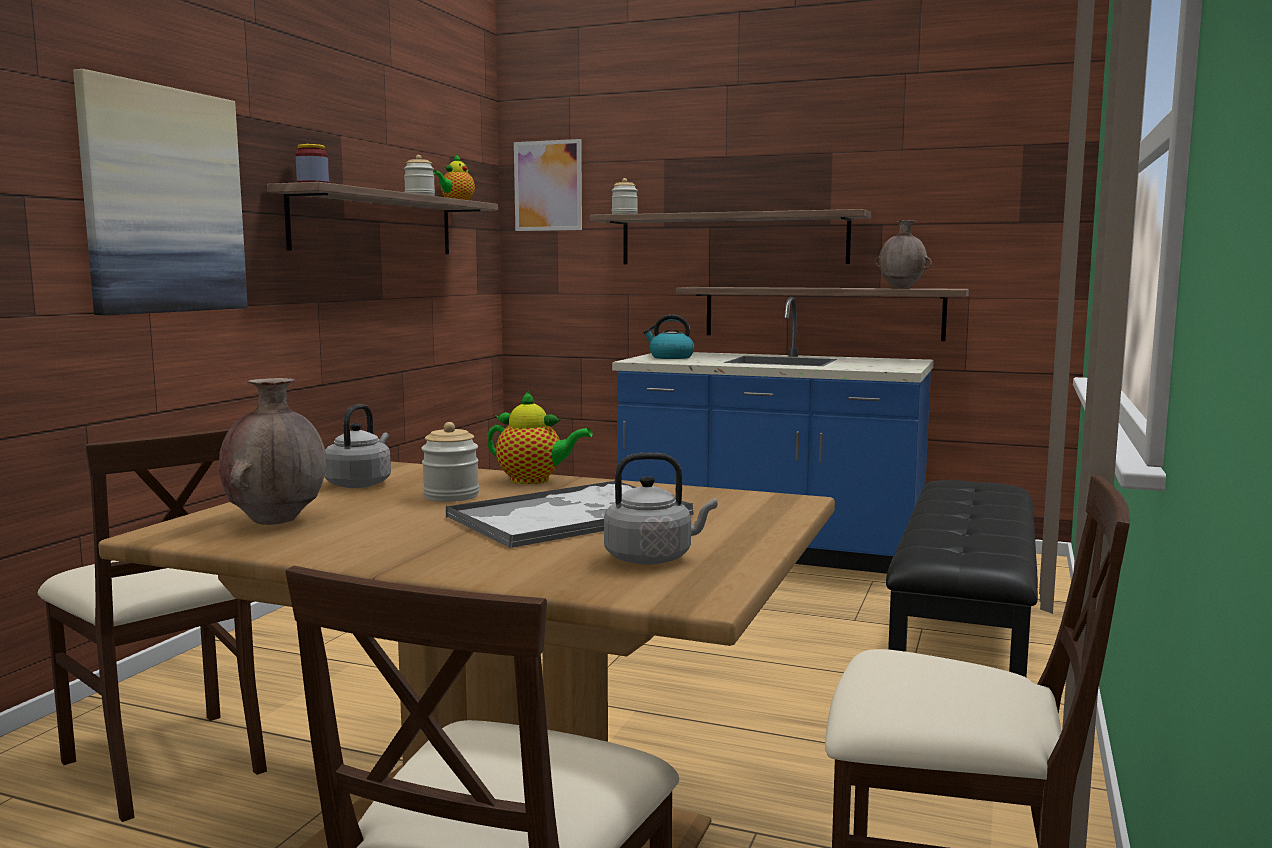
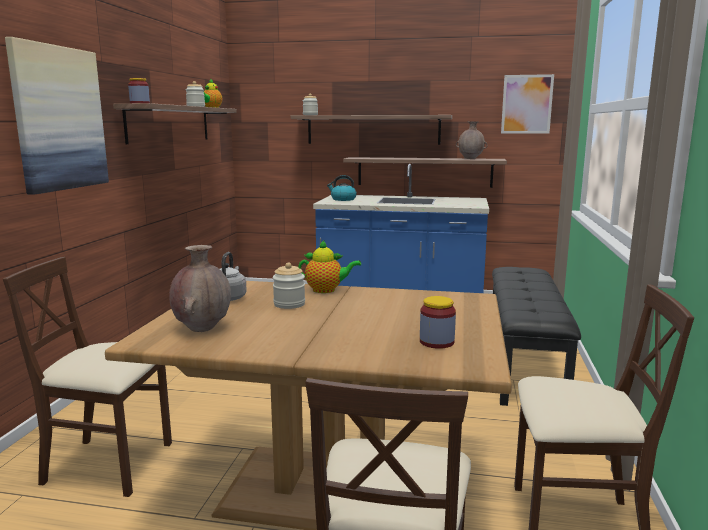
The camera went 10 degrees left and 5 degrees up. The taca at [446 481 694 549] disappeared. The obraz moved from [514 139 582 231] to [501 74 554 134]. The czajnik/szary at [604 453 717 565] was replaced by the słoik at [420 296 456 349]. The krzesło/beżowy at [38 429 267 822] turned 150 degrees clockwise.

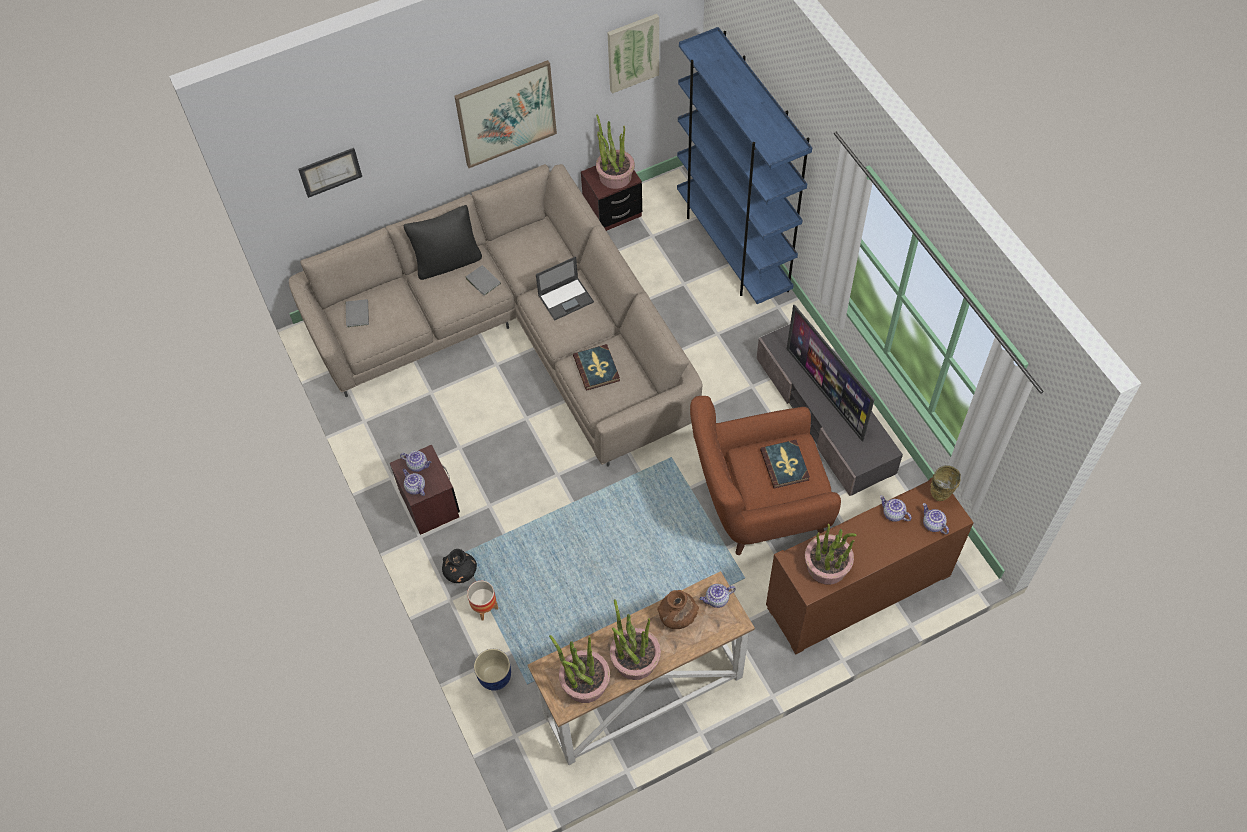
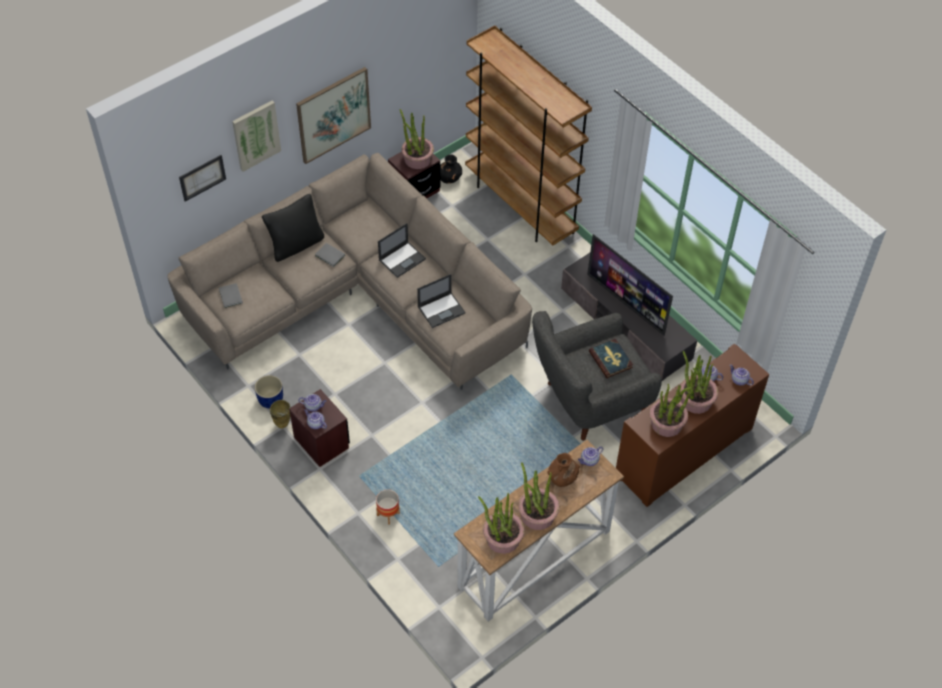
The camera went 15 degrees left and 5 degrees down. The roślina doniczkowa at [680 351 718 414] appeared. The wazon/czarny moved from [442 549 477 583] to [440 154 462 184]. The donica/niebieski moved from [474 649 511 690] to [255 375 283 408]. The obraz moved from [607 14 659 94] to [232 100 281 172]. The wazon/beżowy moved from [930 465 961 501] to [270 400 290 429]. The książka at [573 344 620 390] was replaced by the laptop at [417 274 466 328]. The regał/niebieski at [677 27 812 304] became the regał/brązowy at [465 25 592 245]. The fotel/brązowy at [690 396 841 555] became the fotel/szary at [532 311 662 441].

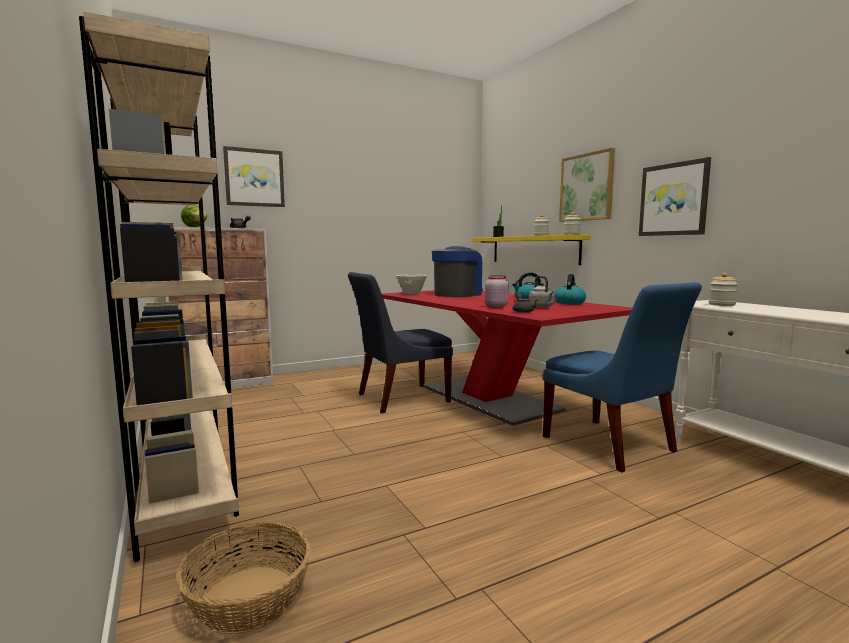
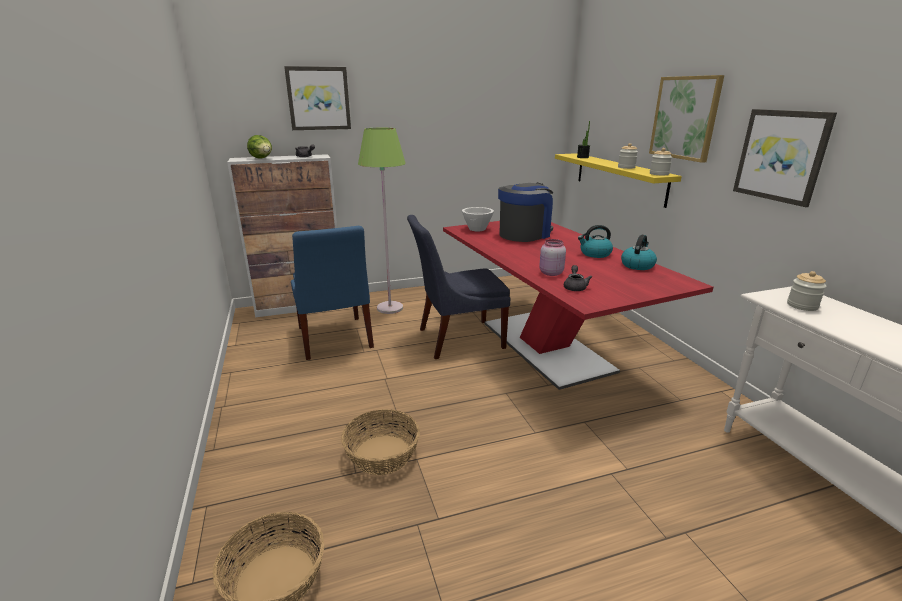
The camera went 10 degrees right and 15 degrees up. The regał/beżowy at [79 11 239 562] disappeared. The czajnik/szary at [529 276 555 308] disappeared. The koszyk at [341 409 420 475] appeared. The lampa stojąca/zielony at [358 128 406 314] appeared. The krzesło/niebieski moved from [543 282 702 472] to [291 226 374 360].

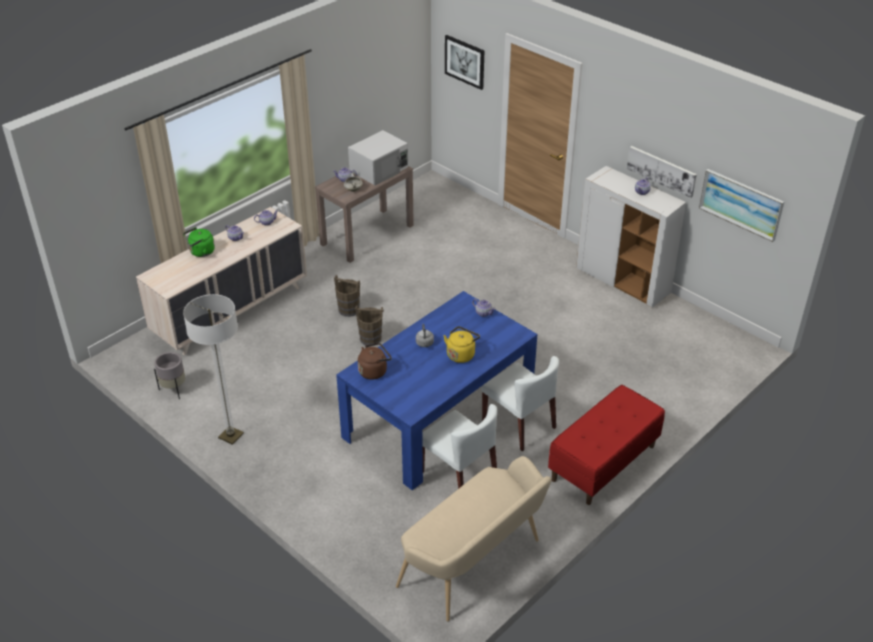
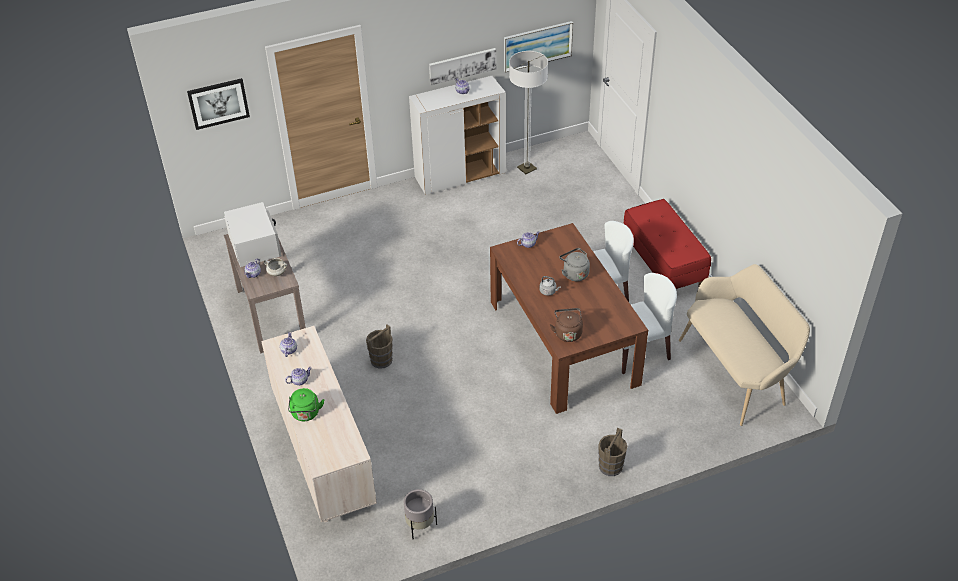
The camera went 65 degrees left and 5 degrees up. The lampa stojąca moved from [183 294 244 445] to [509 51 548 174]. The wiadro/brązowy moved from [355 306 384 345] to [598 428 627 476]. The stół jadalny/niebieski at [336 291 537 490] became the stół jadalny/brązowy at [490 223 648 414]. The czajnik/żółty at [444 326 480 363] became the czajnik/szary at [560 248 590 281].

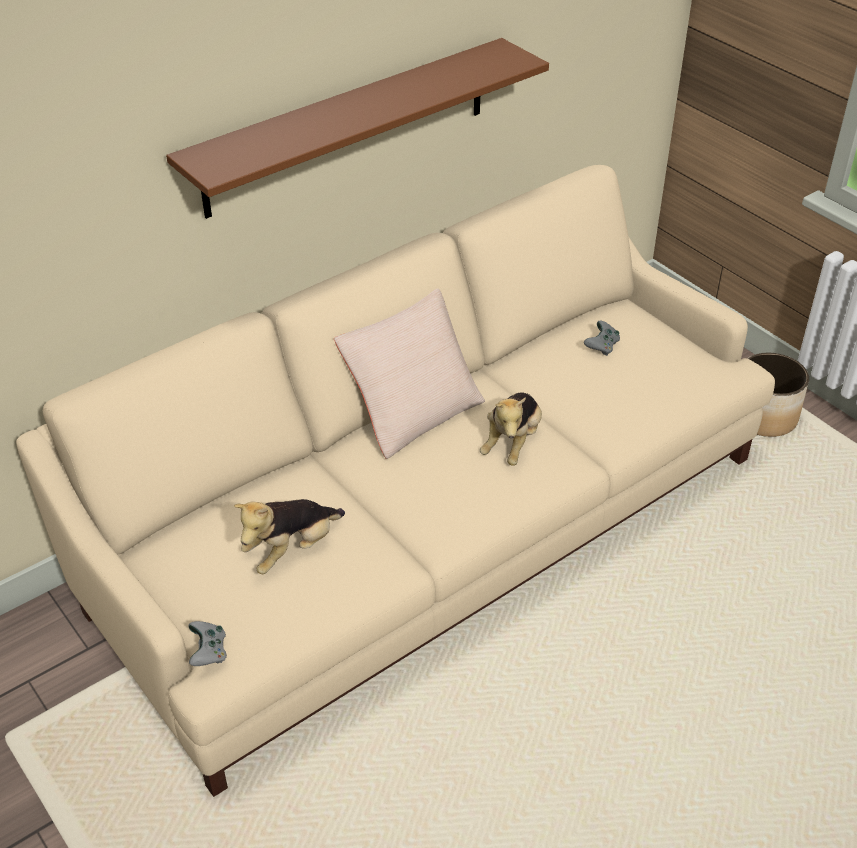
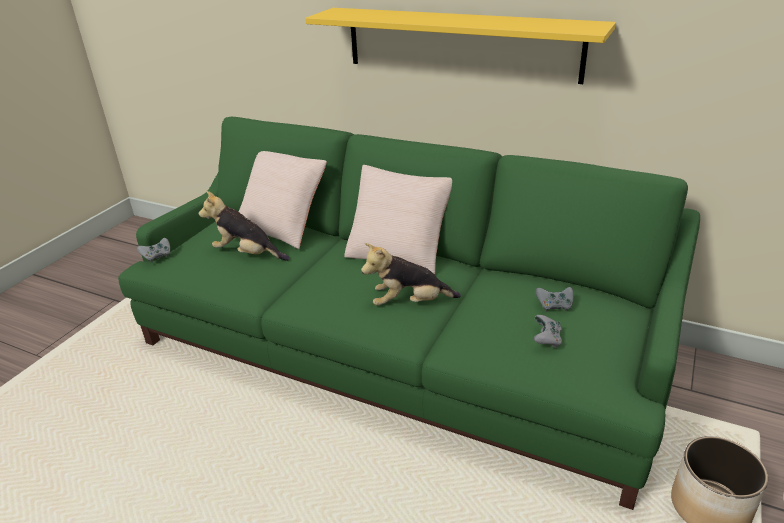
The camera went 65 degrees right and 10 degrees down. The poduszka/beżowy at [239 151 327 249] appeared. The pad do gier/szary at [534 315 562 348] appeared. The kanapa/beżowy at [16 165 775 797] became the kanapa/zielony at [118 117 700 510]. The półka/brązowy at [166 38 549 219] became the półka/żółty at [305 8 616 84].

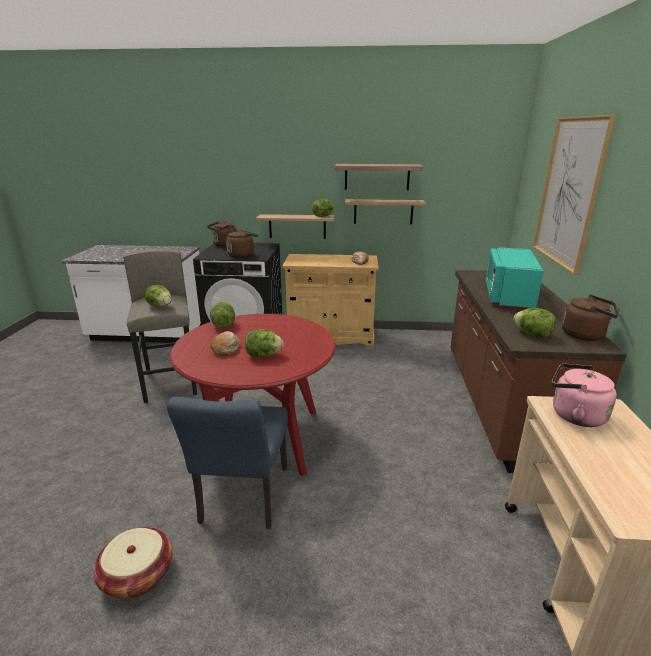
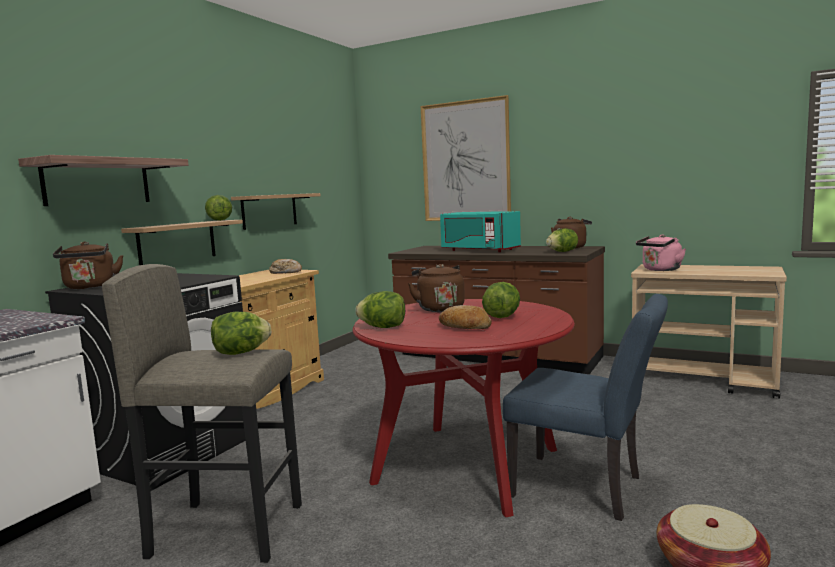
The camera went 65 degrees left and 15 degrees down. The czajnik/brązowy moved from [226 230 258 258] to [408 264 465 312]. The półka moved from [334 164 424 190] to [18 155 189 206].

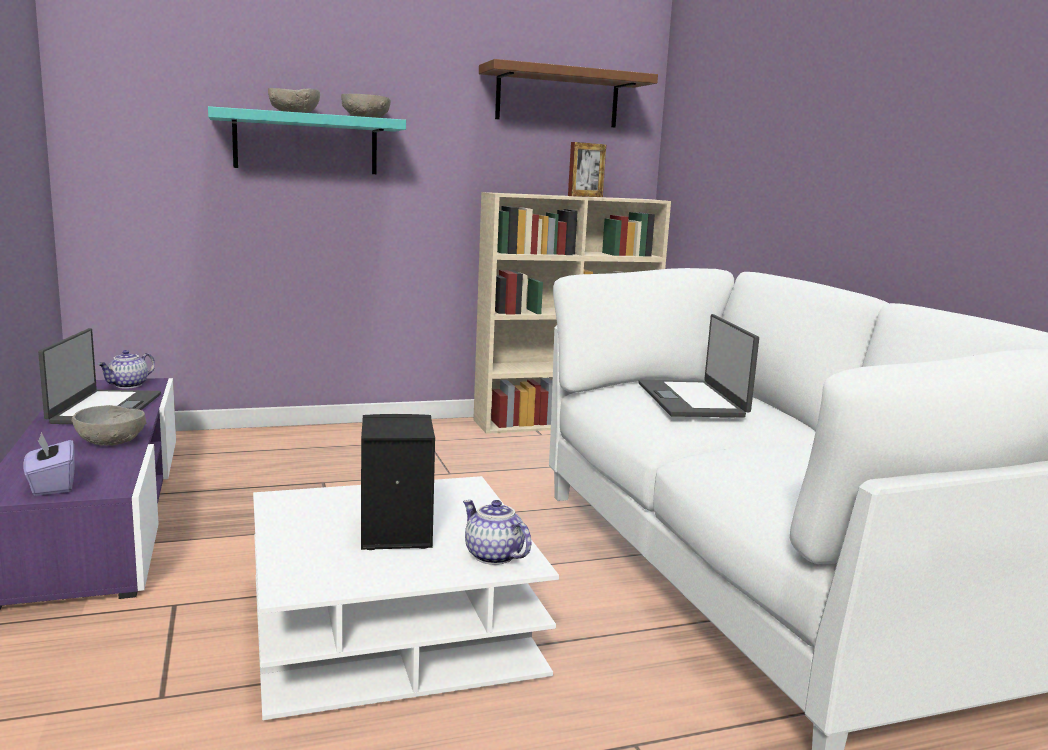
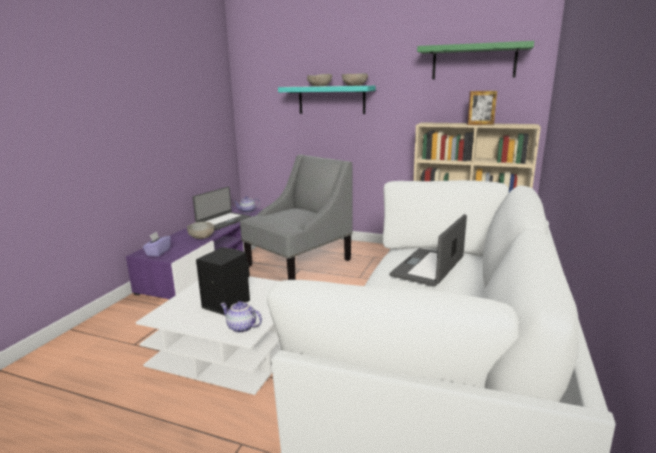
The camera went 40 degrees right and 5 degrees up. The fotel/szary at [240 155 352 280] appeared. The półka/brązowy at [479 59 658 128] became the półka/zielony at [417 41 534 79]. The imbryk at [463 500 531 565] turned 60 degrees counterclockwise.

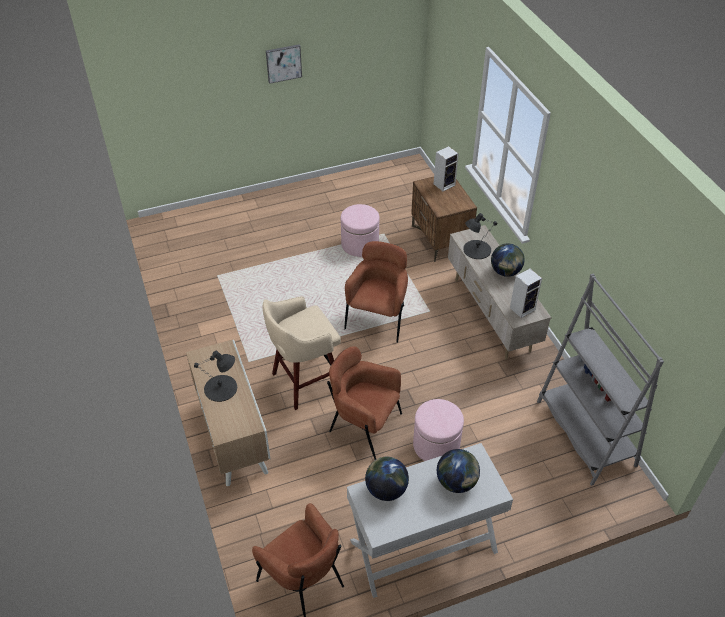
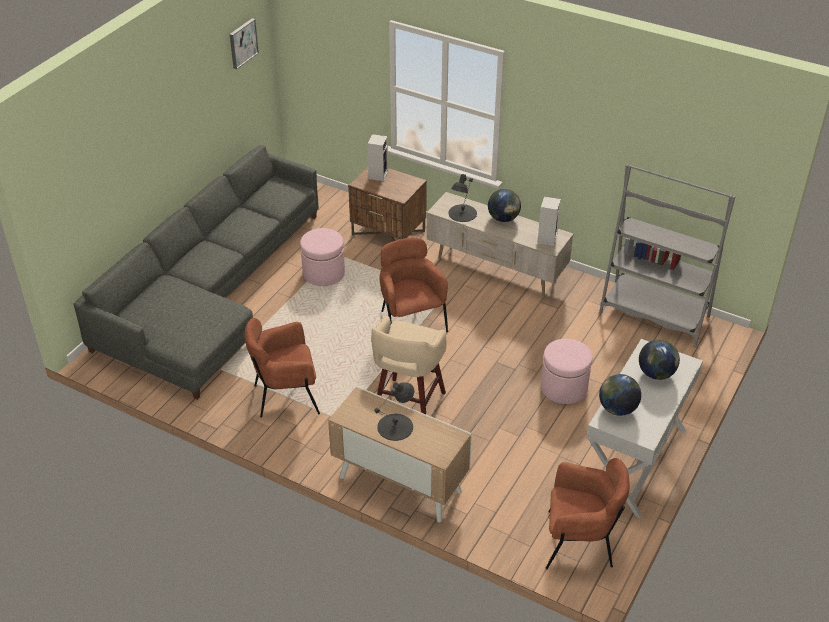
The camera went 40 degrees left and 5 degrees down. The kanapa/szary at [73 145 319 400] appeared. The obraz moved from [266 44 302 84] to [230 18 259 69]. The fotel/brązowy moved from [327 346 402 460] to [244 318 320 418].

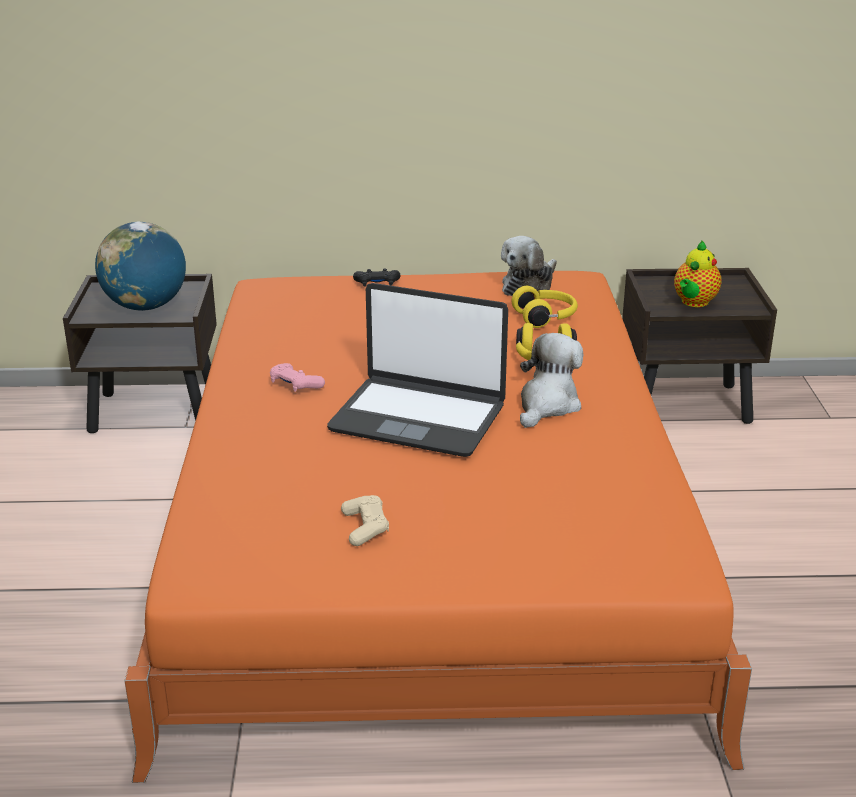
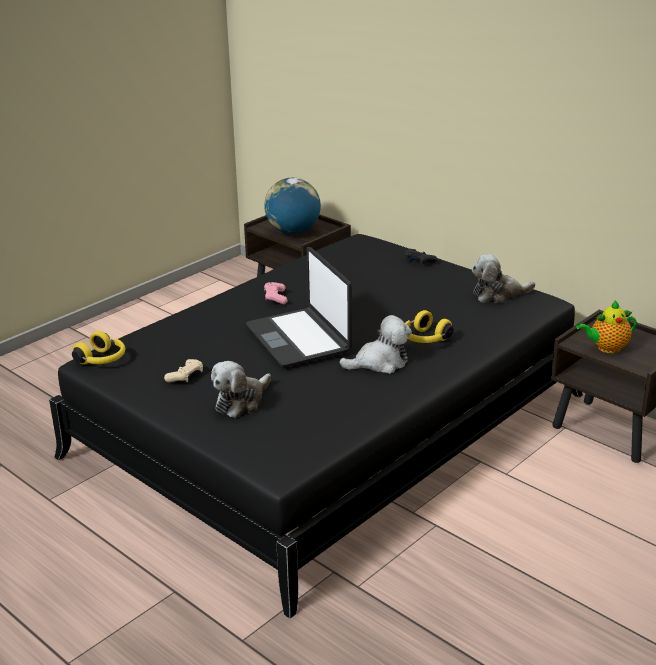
The camera went 45 degrees right and 0 degrees up. The pluszak at [211 361 271 418] appeared. The słuchawki/żółty moved from [512 286 578 328] to [72 331 125 365]. The łóżko/pomarańczowy at [125 271 752 783] became the łóżko/czarny at [49 234 583 618].

